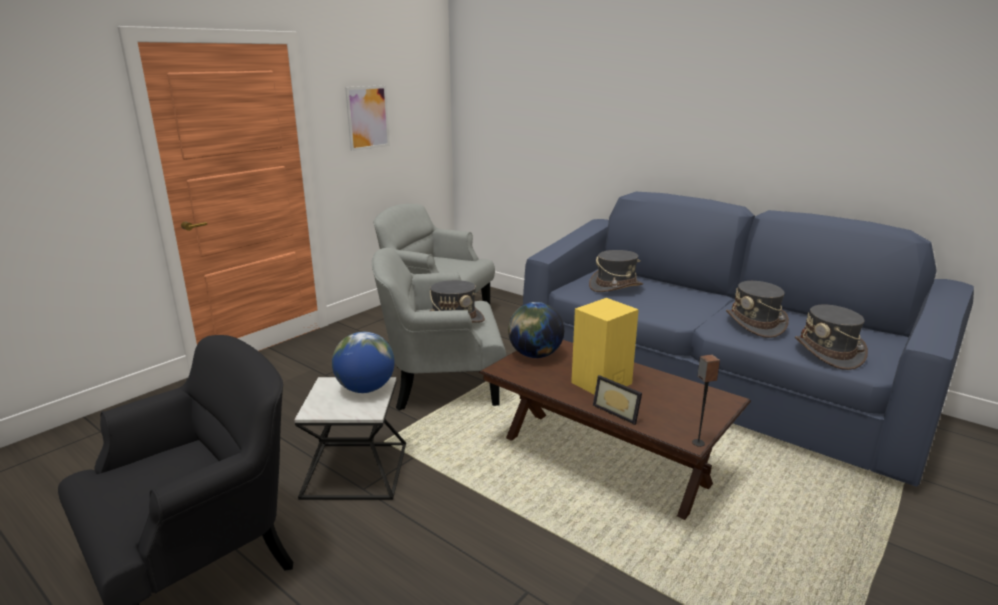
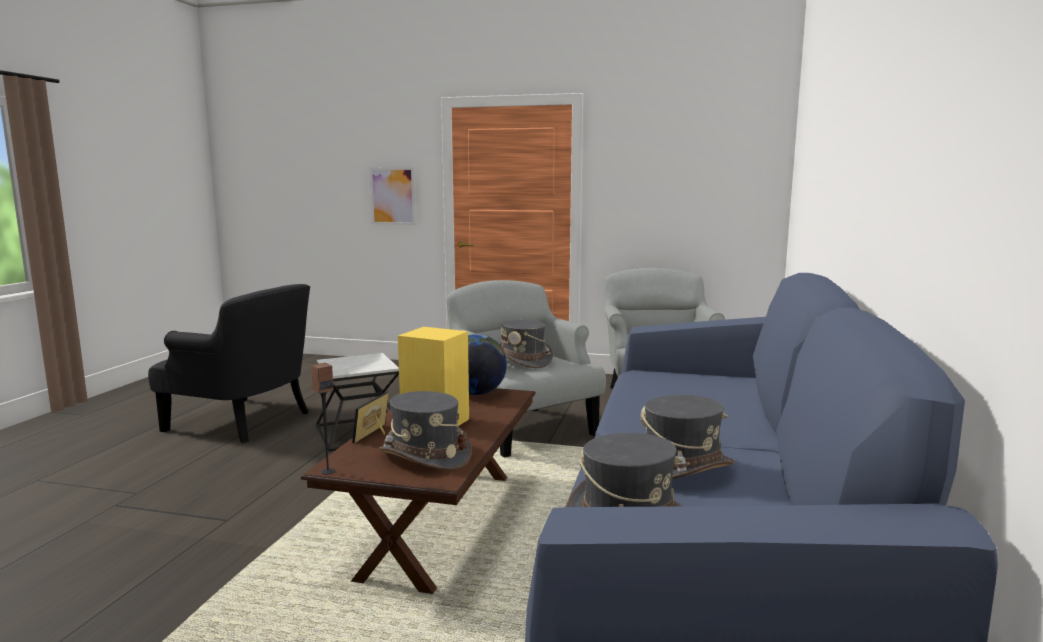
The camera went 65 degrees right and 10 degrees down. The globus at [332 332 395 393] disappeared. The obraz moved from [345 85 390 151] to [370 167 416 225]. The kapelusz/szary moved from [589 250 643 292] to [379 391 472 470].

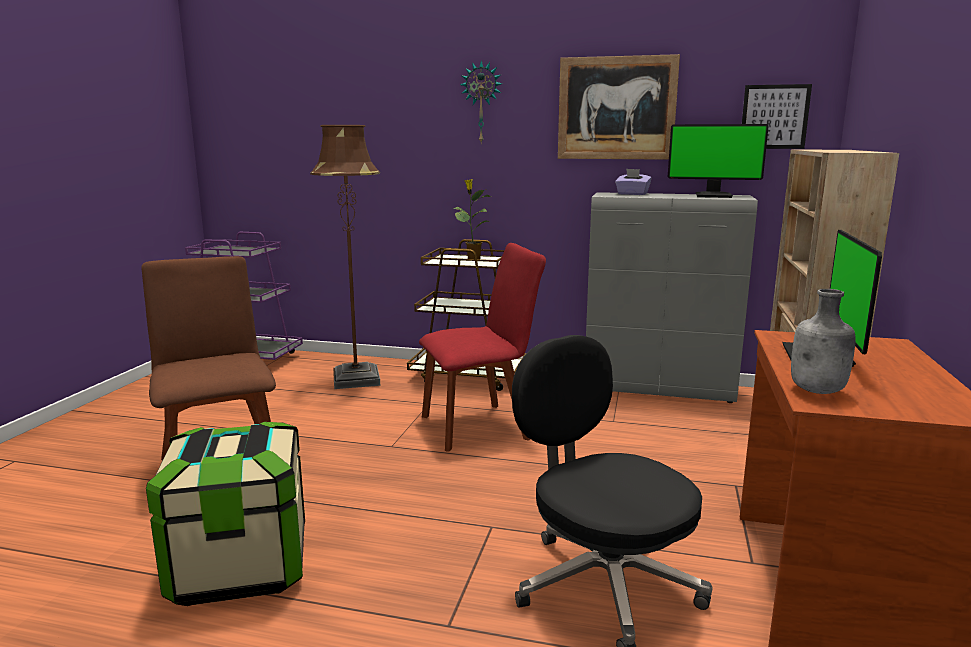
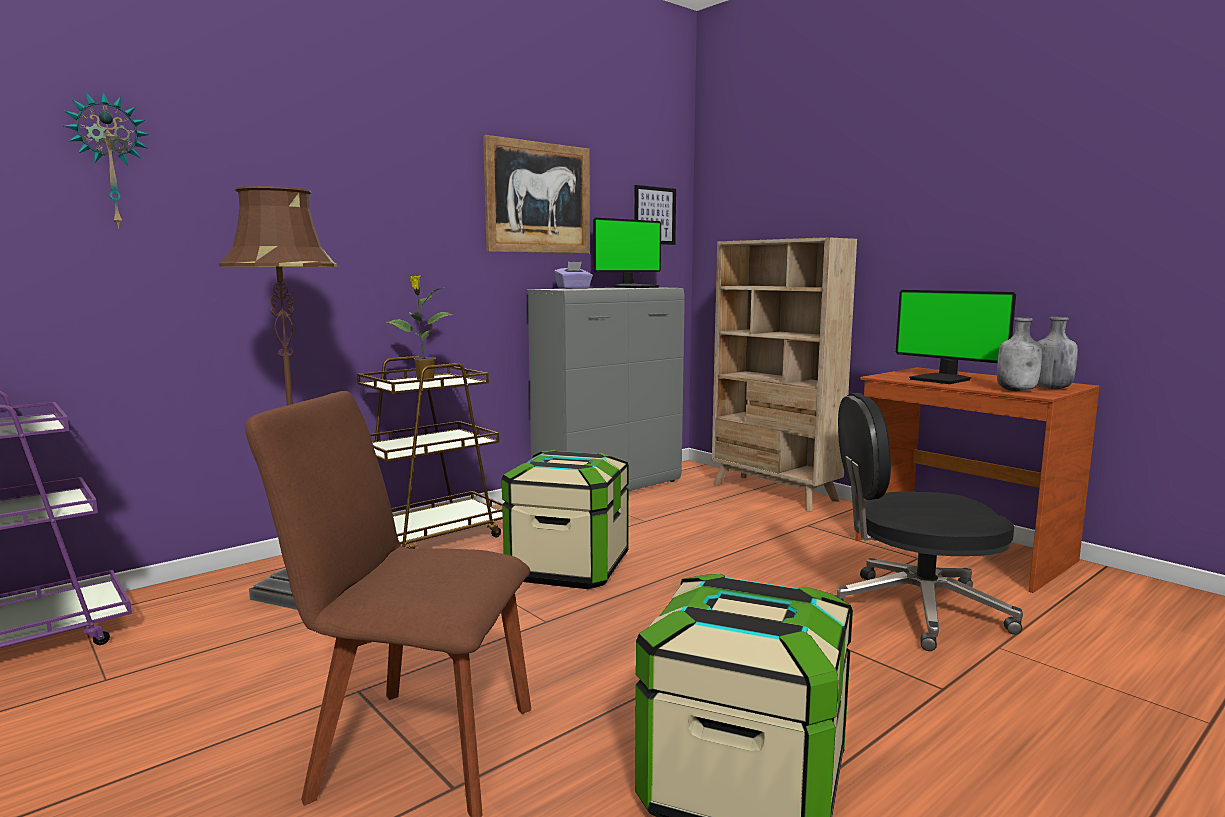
The camera went 55 degrees left and 5 degrees down. The butelka/szary at [1037 317 1078 389] appeared. The zegar ścienny moved from [460 60 502 143] to [64 91 150 228]. The krzesło/czerwony at [419 243 546 452] was replaced by the pojemnik do przechowywania at [502 450 629 589].

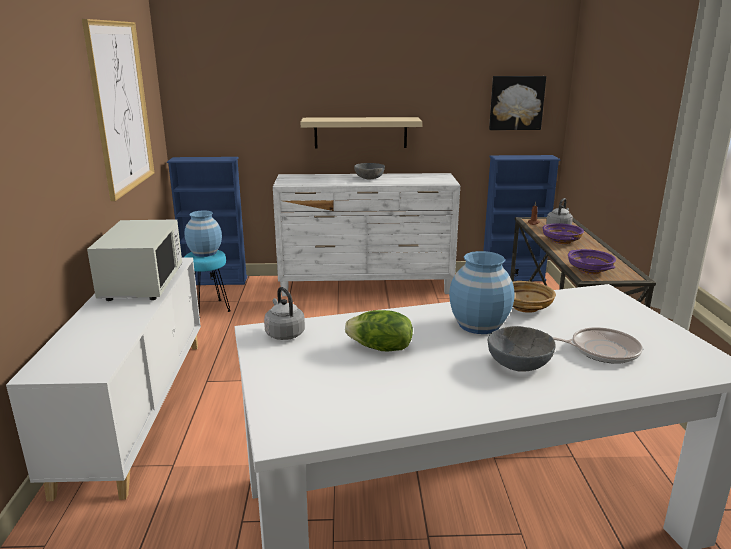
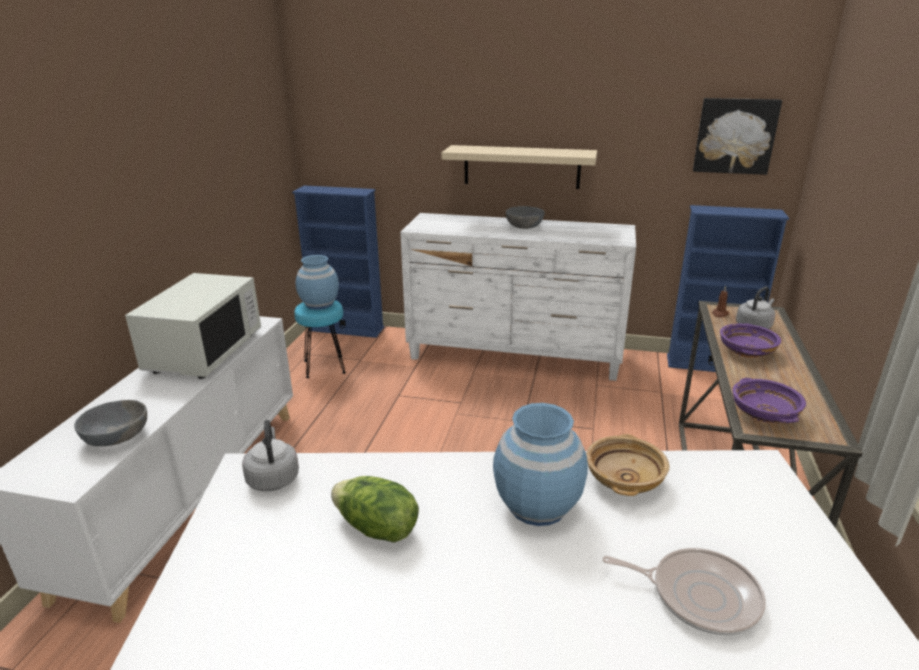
The camera went 15 degrees right and 5 degrees up. The obraz at [82 19 154 201] disappeared. The miska/szary moved from [488 326 555 372] to [74 400 147 446].

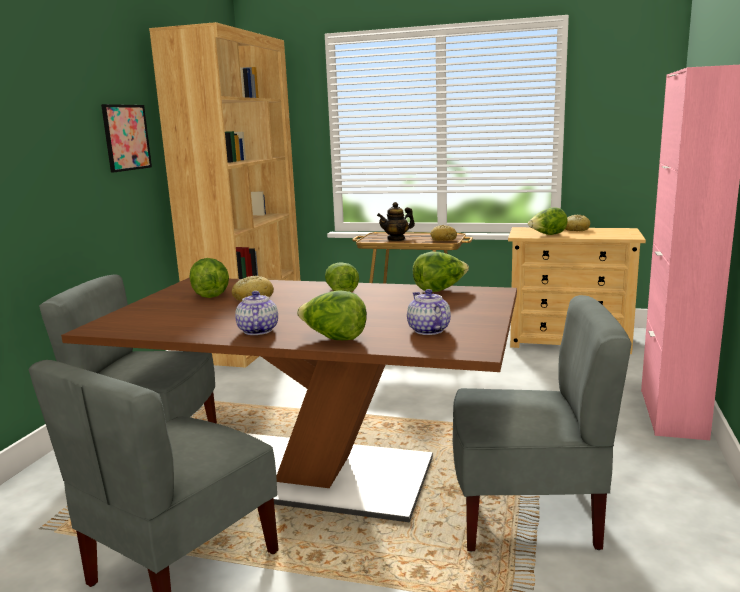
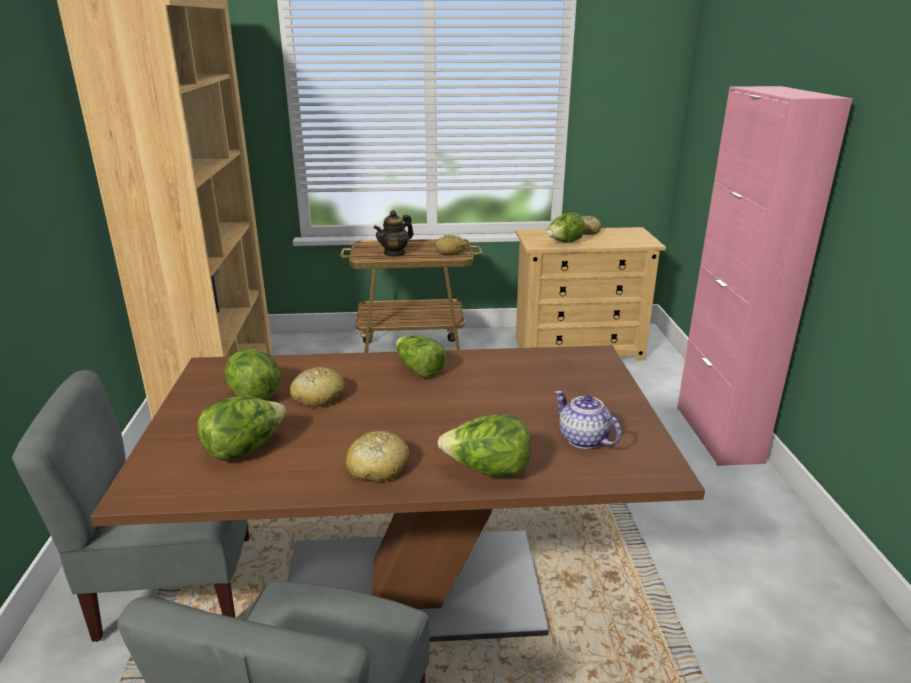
The camera went 20 degrees left and 10 degrees up. The obraz at [101 104 152 173] disappeared. The krzesło/szary at [453 295 632 552] disappeared. The sałata moved from [413 252 469 292] to [197 397 286 461]. The imbryk at [235 291 278 335] was replaced by the chleb at [346 431 409 481].

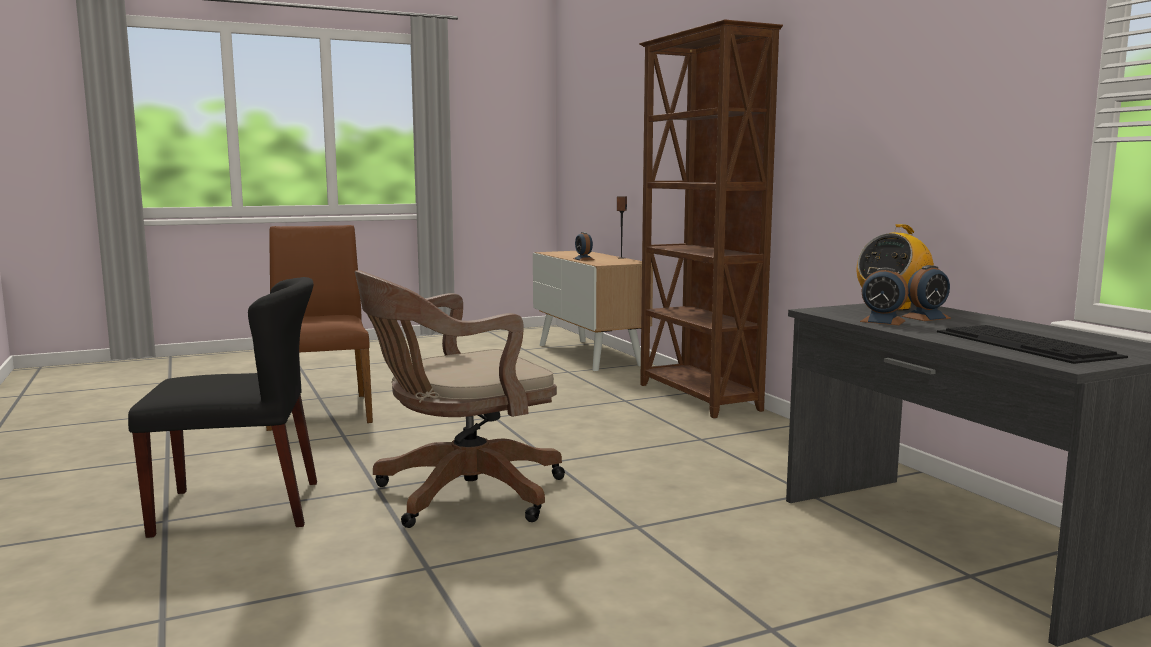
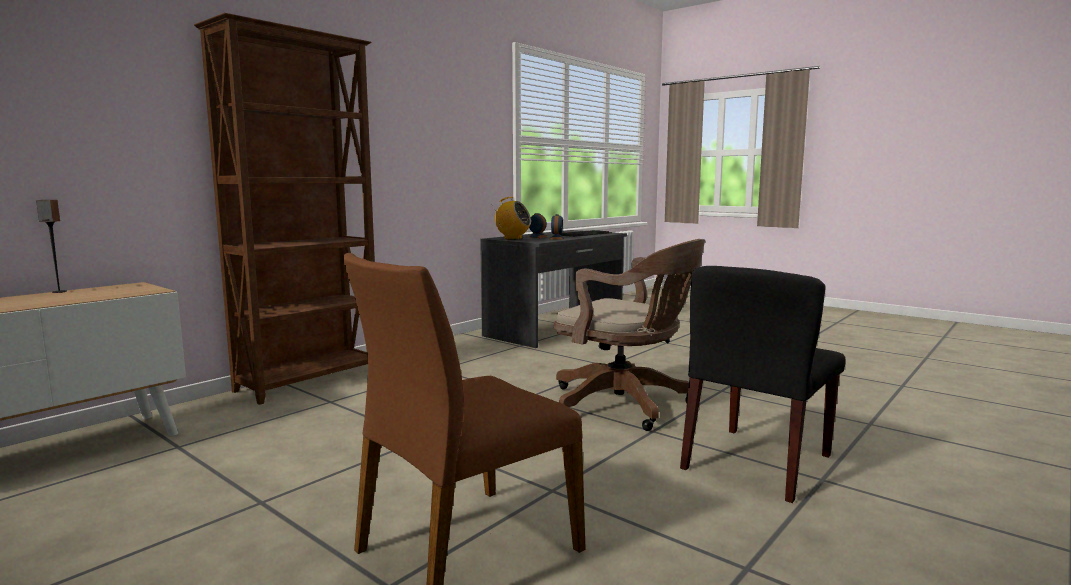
The camera went 115 degrees left and 0 degrees up. The budzik at [573 232 594 261] disappeared. The krzesło/czarny at [128 277 317 538] turned 105 degrees counterclockwise.

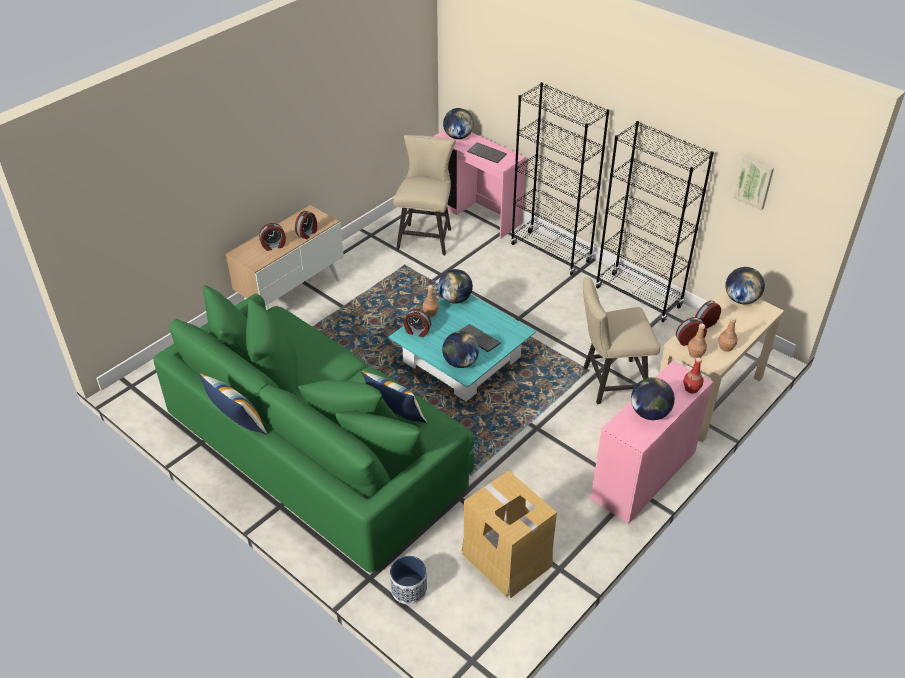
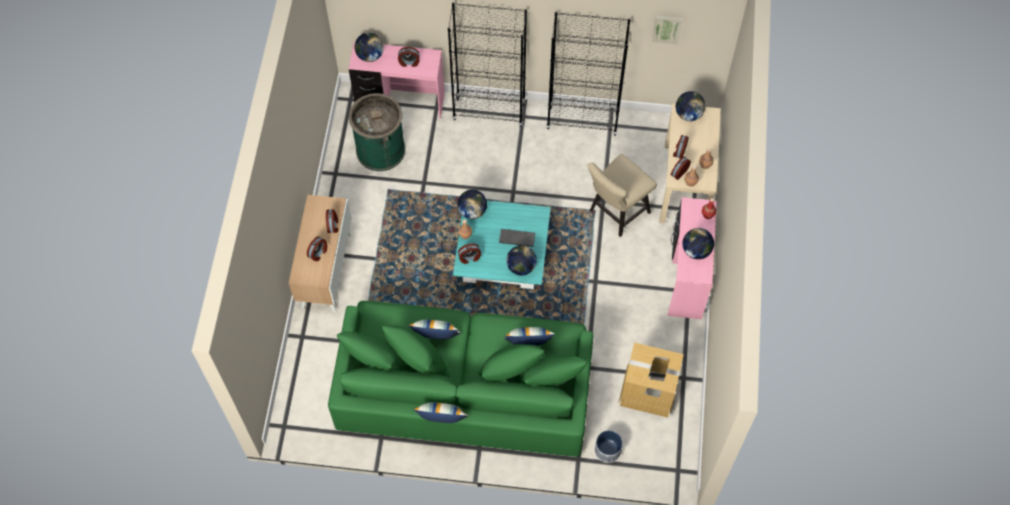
The camera went 35 degrees left and 20 degrees up. The poduszka at [408 320 461 339] appeared. The krzesło/beżowy at [393 135 456 255] was replaced by the kosz na śmieci/zielony at [349 93 405 171]. The klawiatura at [467 142 507 163] was replaced by the budzik at [398 47 420 67].

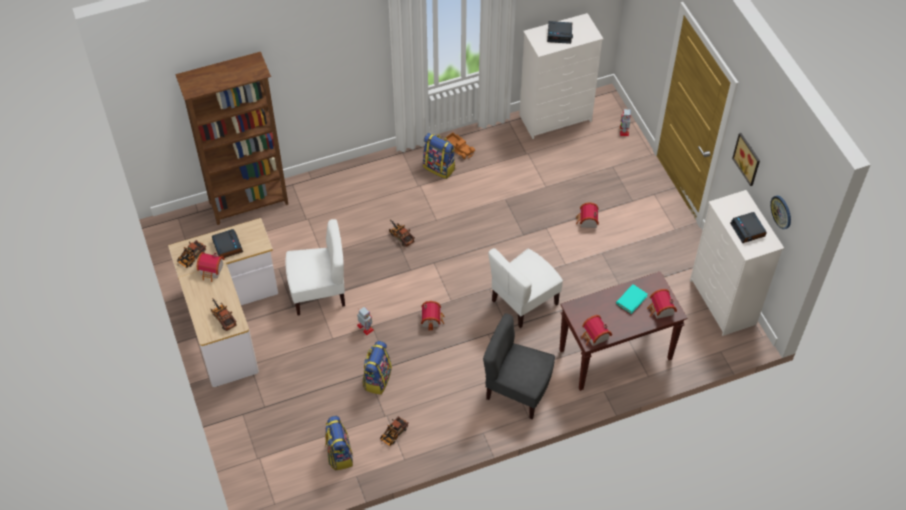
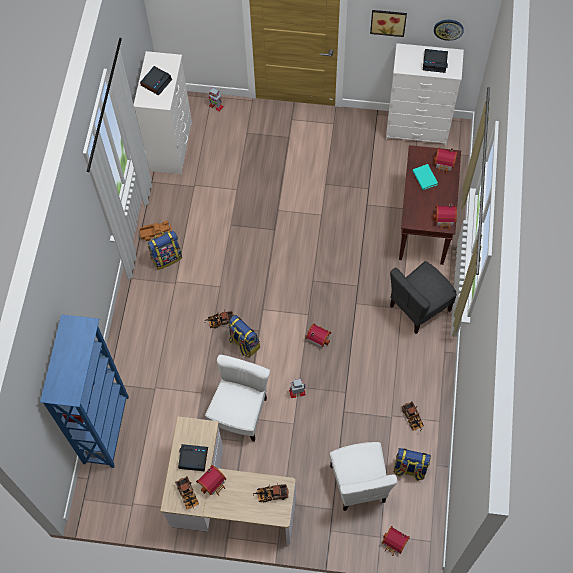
The camera went 60 degrees left and 10 degrees up. The plecak moved from [362 341 392 395] to [228 315 260 357]. The krzesło/biały moved from [488 248 563 328] to [330 442 397 511]. The domek moved from [576 202 599 228] to [382 526 410 556]. The regał/brązowy at [175 52 288 225] became the regał/niebieski at [40 314 129 468].

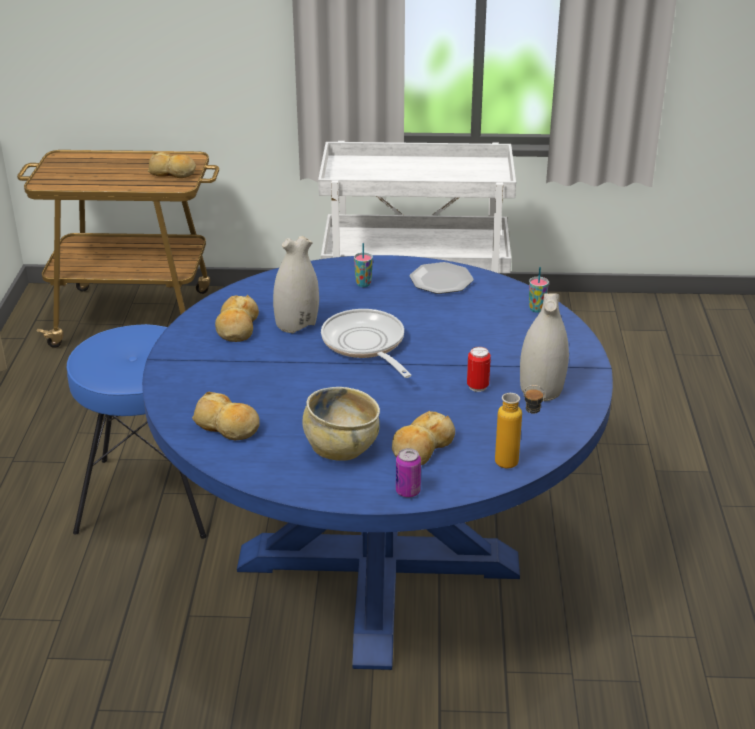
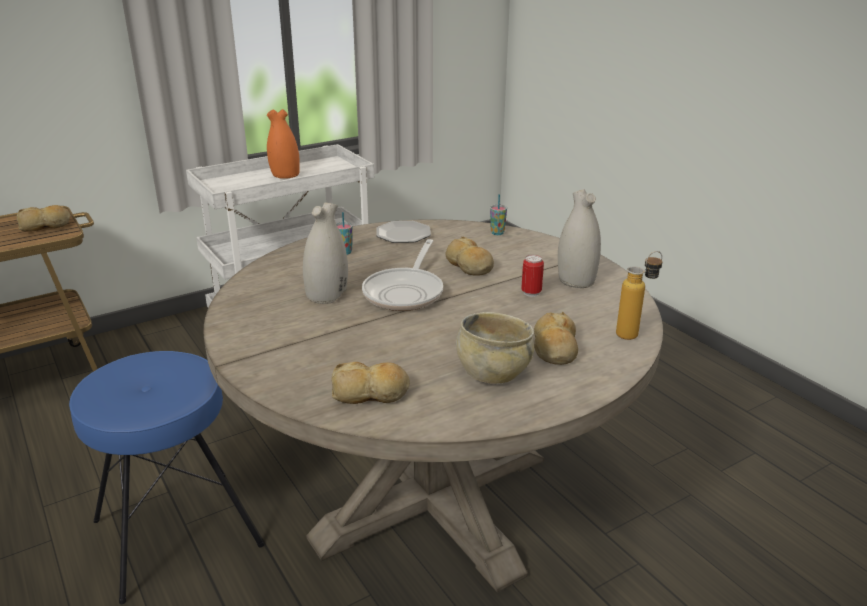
The camera went 35 degrees left and 5 degrees down. The puszka at [396 448 421 498] disappeared. The wazon/pomarańczowy at [267 109 300 179] appeared. The chleb moved from [215 295 259 342] to [445 237 494 276]. The stół jadalny/niebieski at [142 255 613 670] became the stół jadalny/beżowy at [203 219 663 593]. The patelnia at [321 309 412 378] turned 105 degrees counterclockwise.

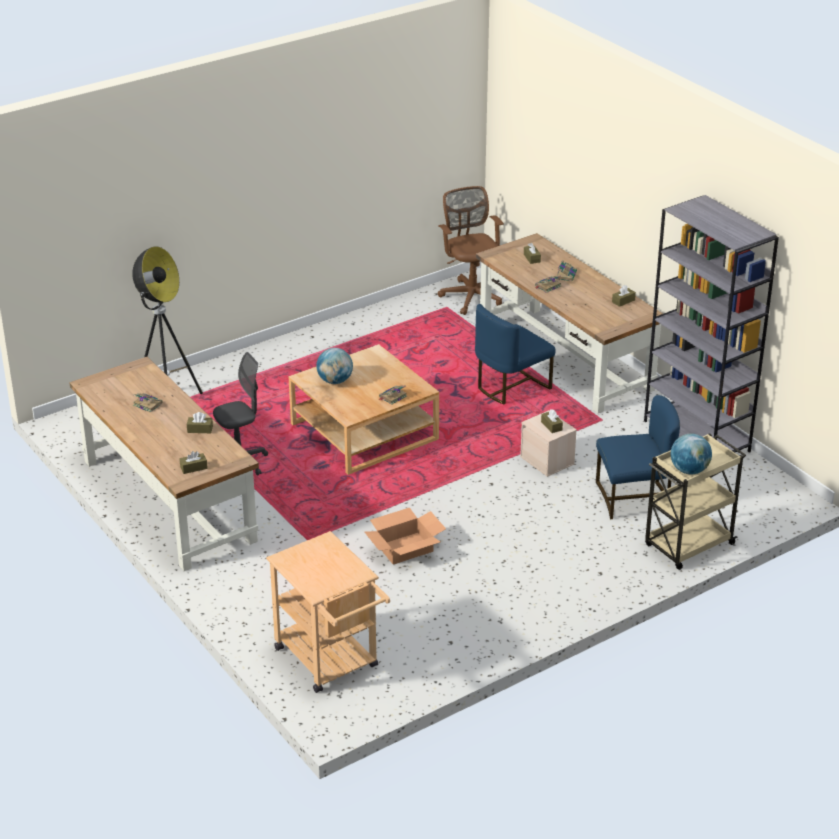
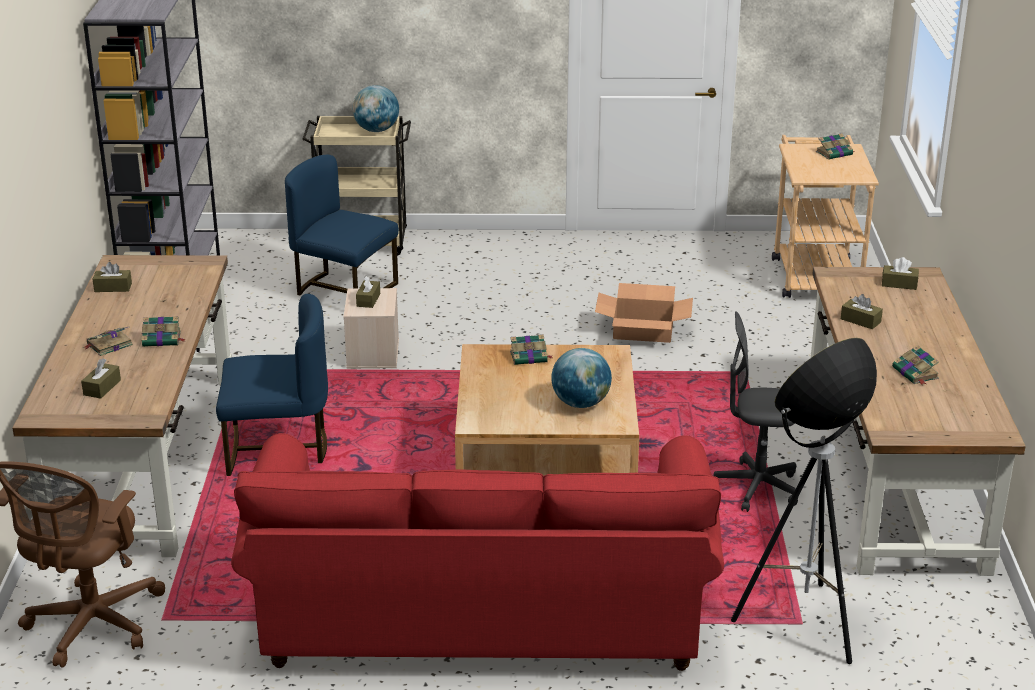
The camera went 145 degrees left and 5 degrees down. The kanapa/czerwony at [231 433 724 671] appeared. The książka at [816 133 855 159] appeared.

